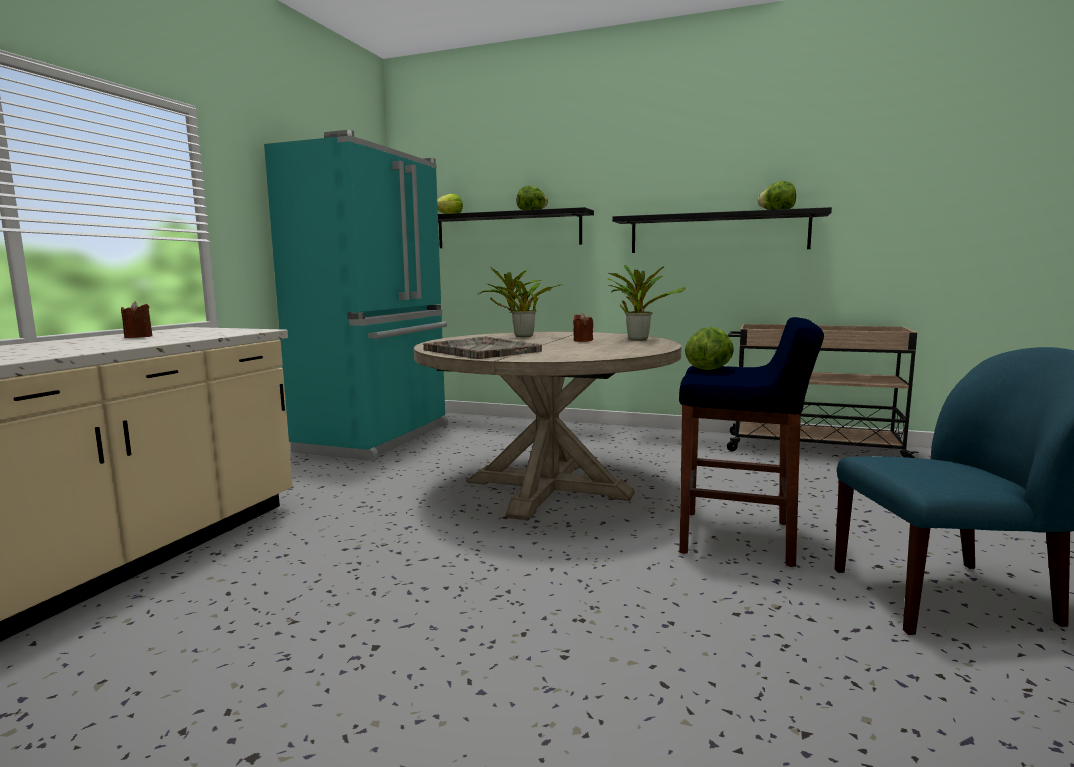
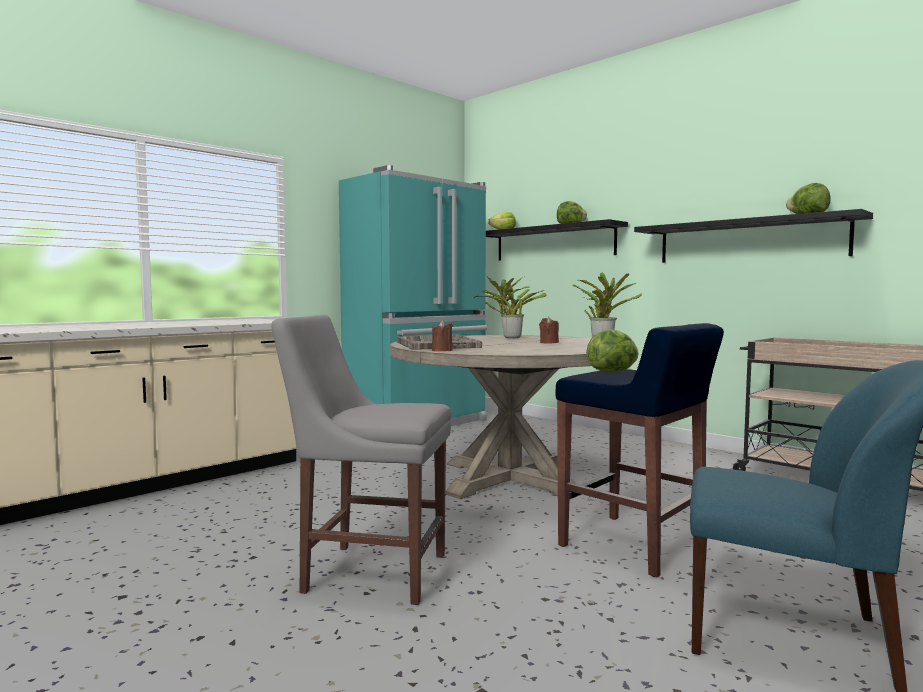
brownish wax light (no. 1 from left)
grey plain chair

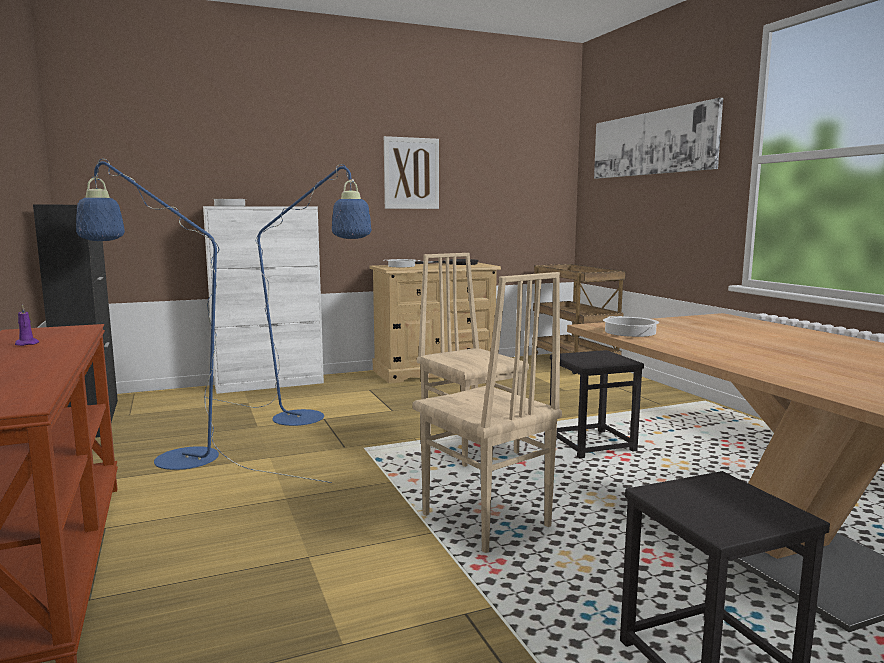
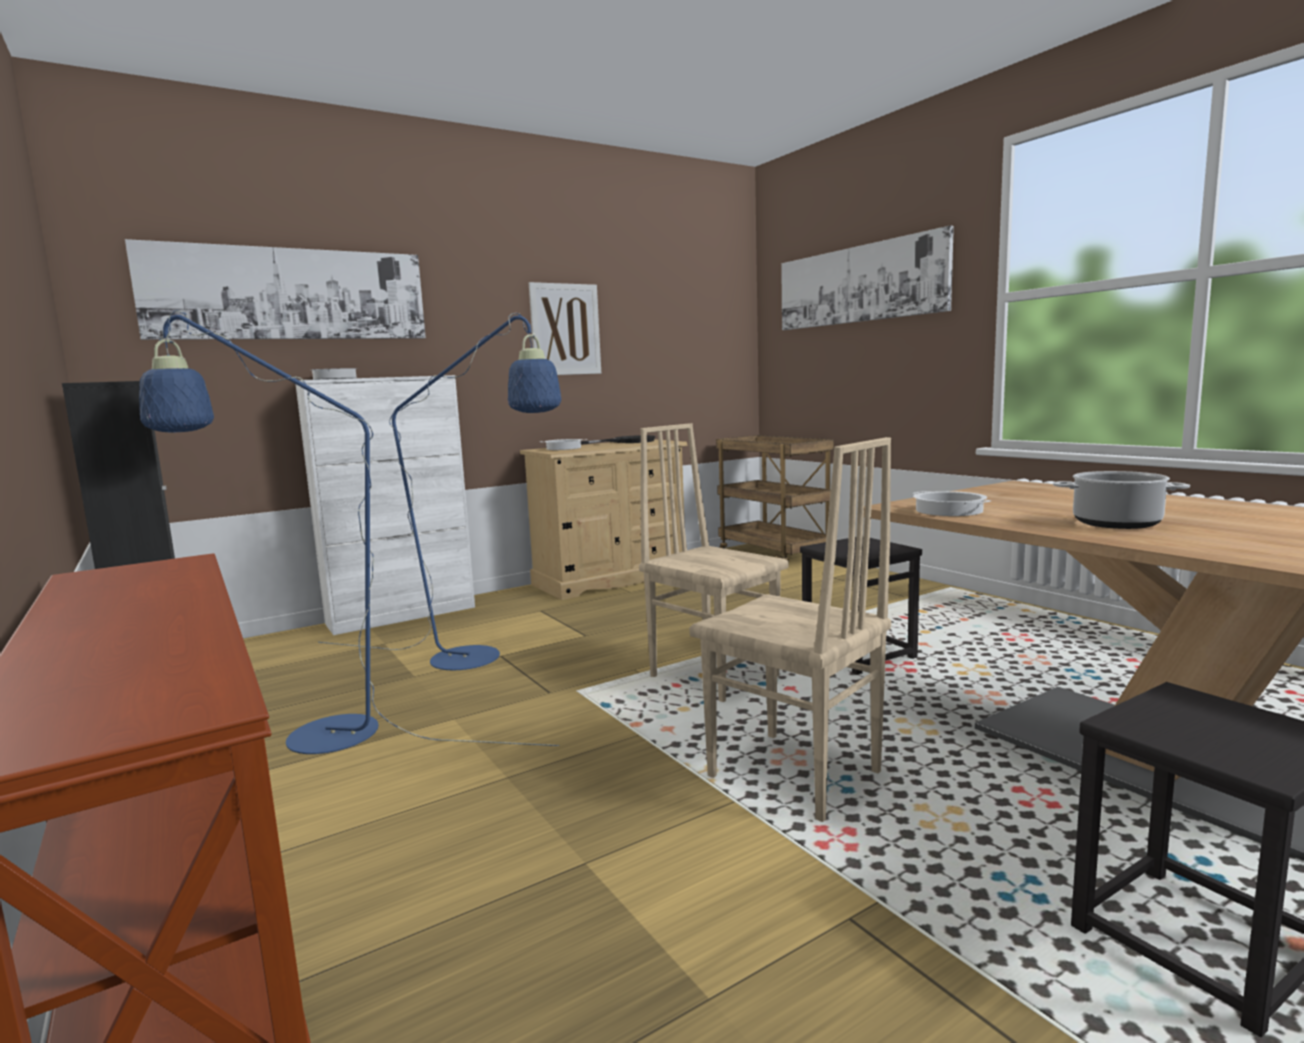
purplish wax light
picture (no. 1 from left)
stockpot (no. 4 from left)

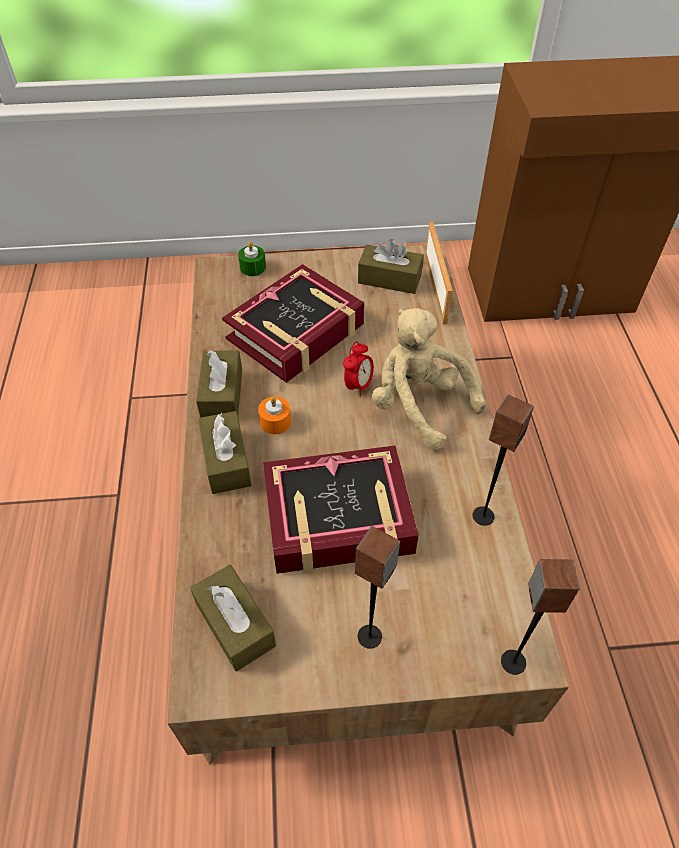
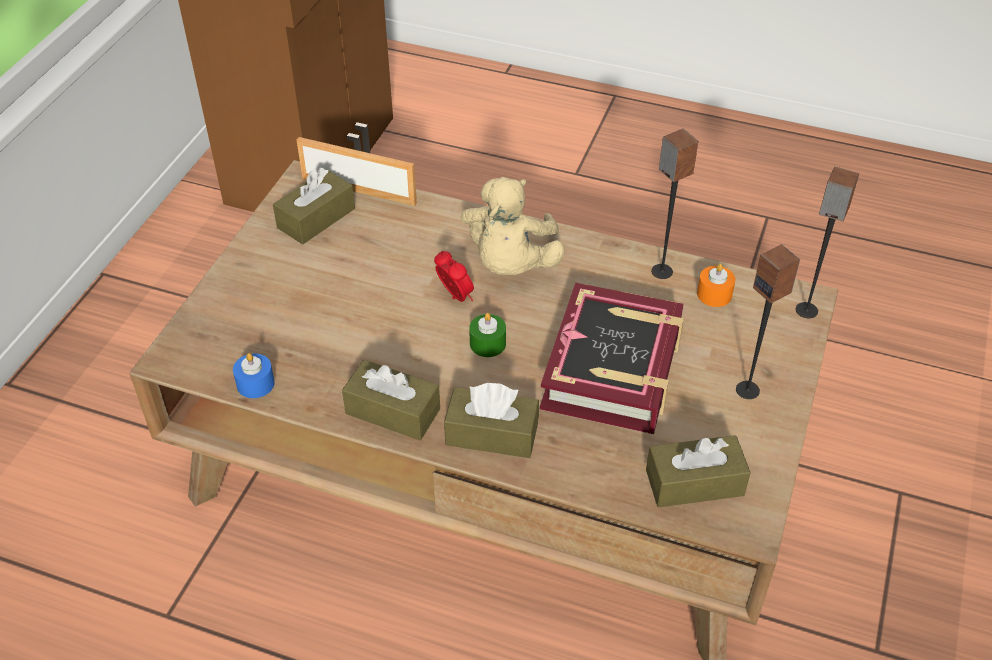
green-coloured wax light
volume (no. 1 from left in the first image)
sand-coloured soft toy
orange wax light
bluish wax light

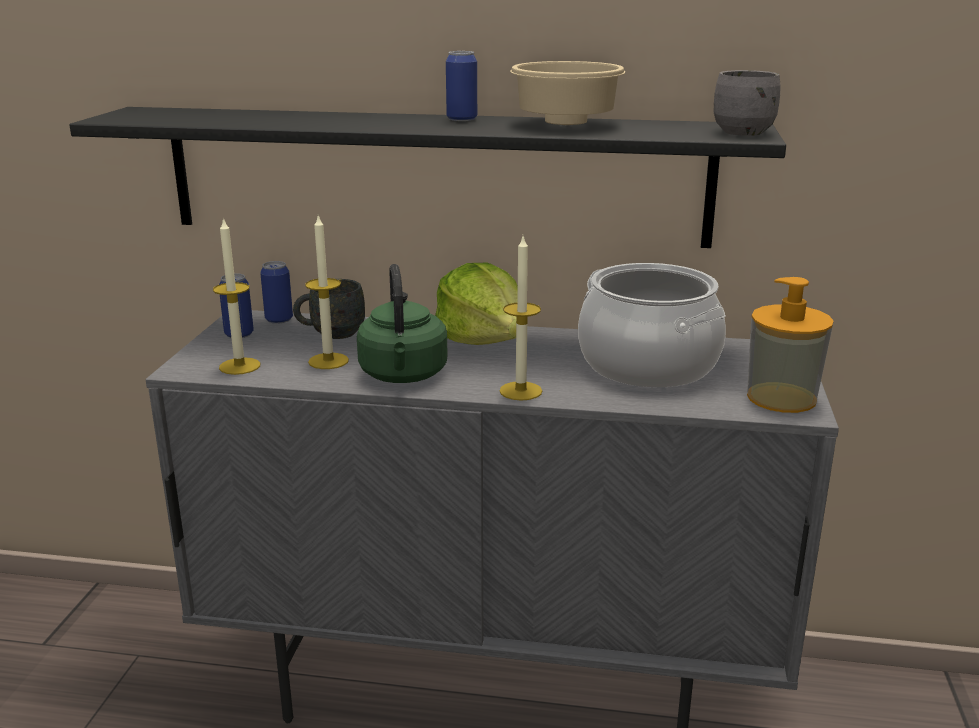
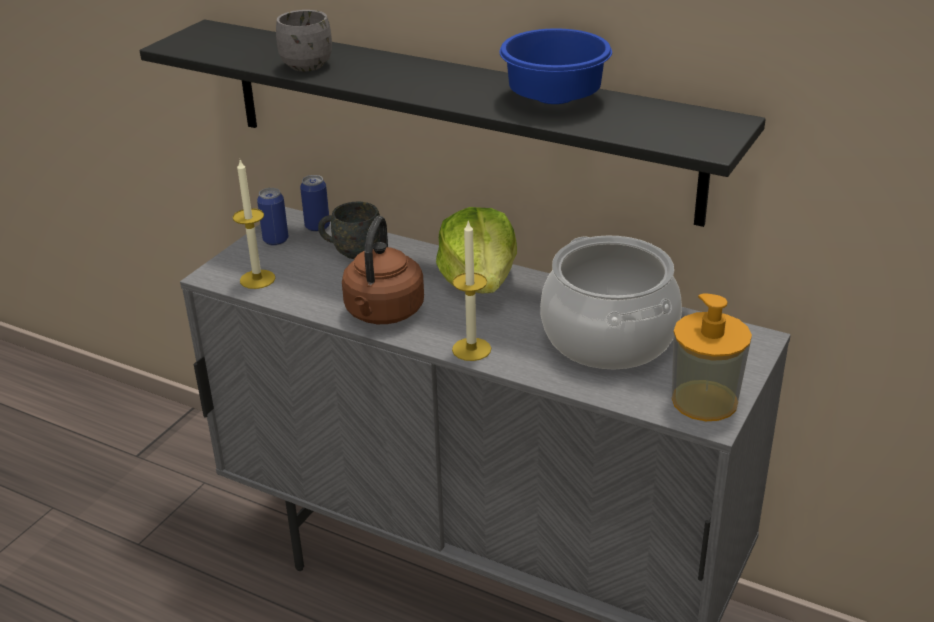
sealed can (no. 3 from left in the first image)
bluish bowl
grey tea mug (no. 1 from left)
wax light (no. 2 from left in the first image)
brownish water kettle

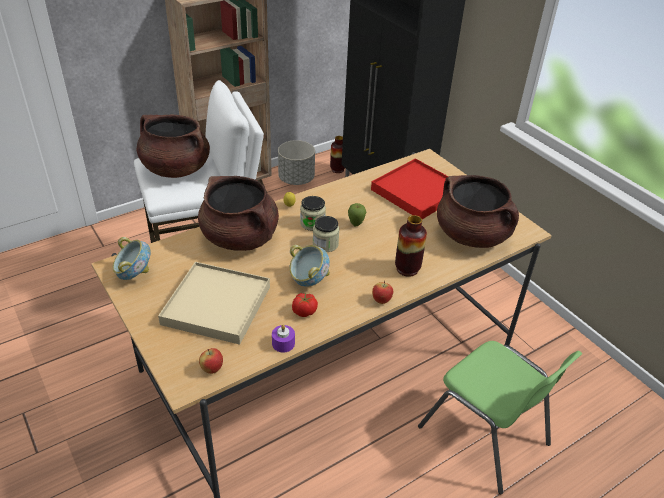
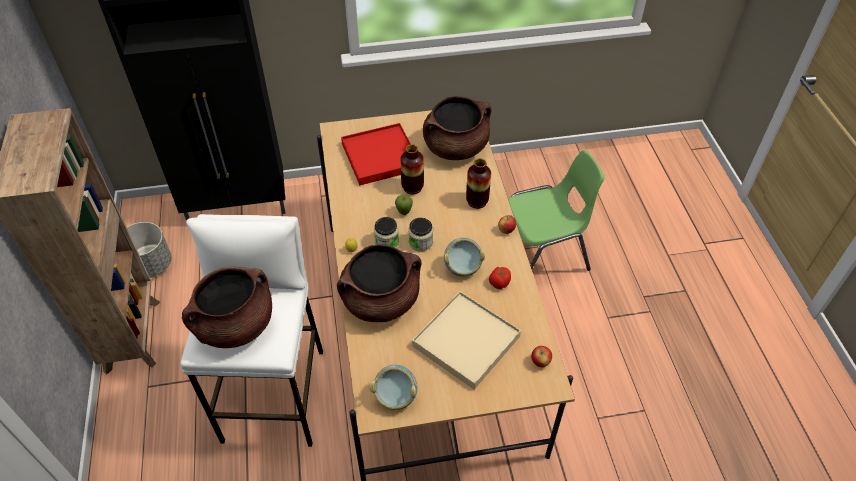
decorative vase (no. 1 from left)
purplish wax light

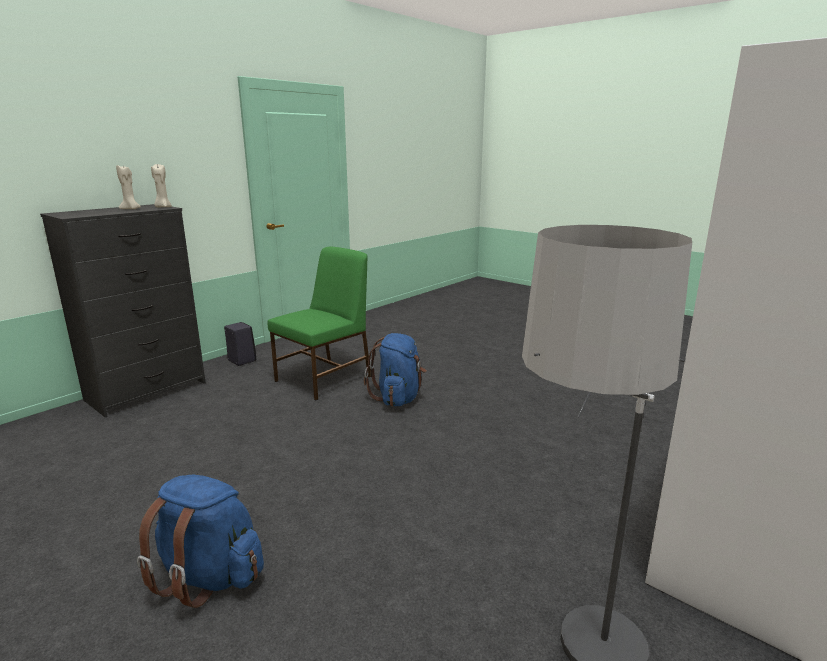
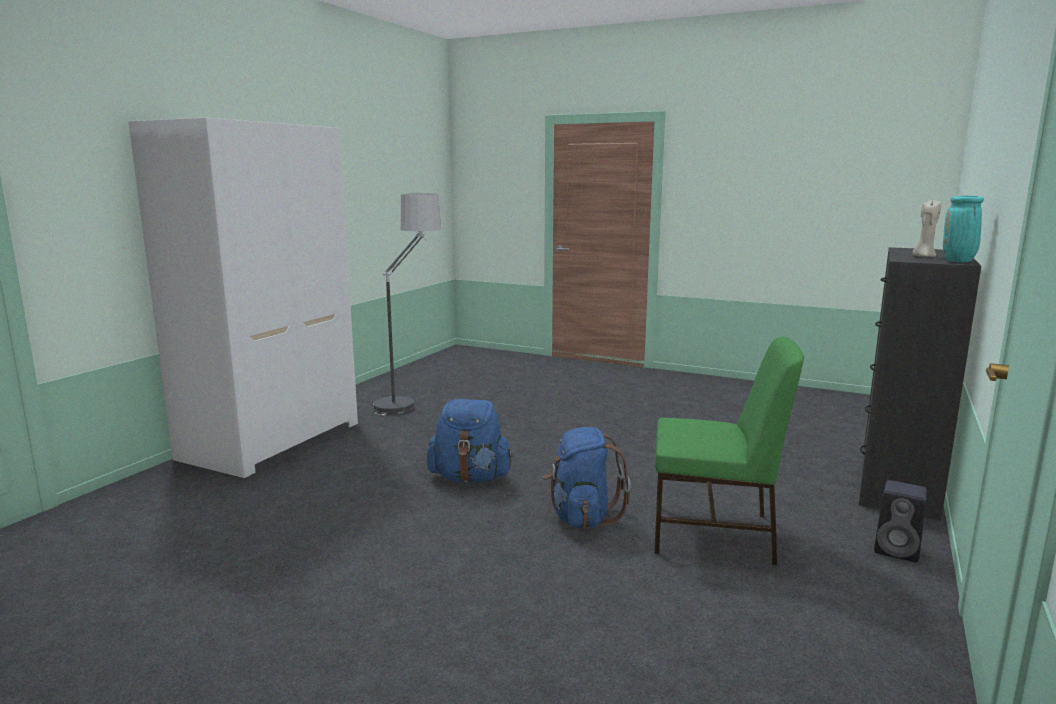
sand-coloured wax light (no. 2 from left in the first image)
green-coloured plain chair
bluish backpack (no. 1 from left)
turquoise decorative vase

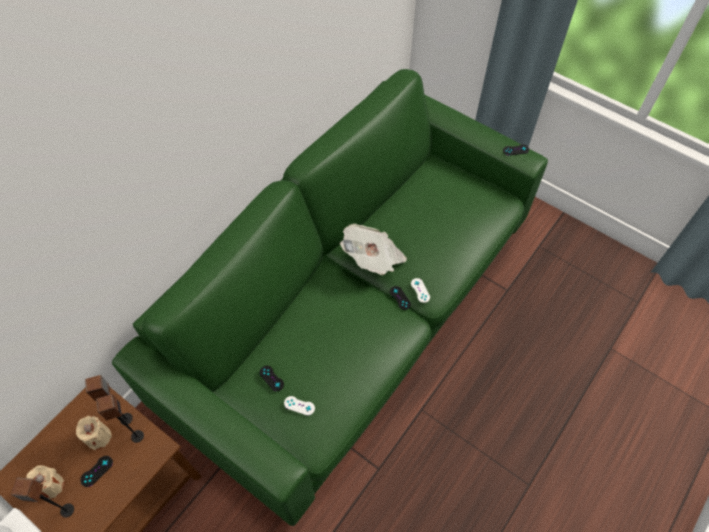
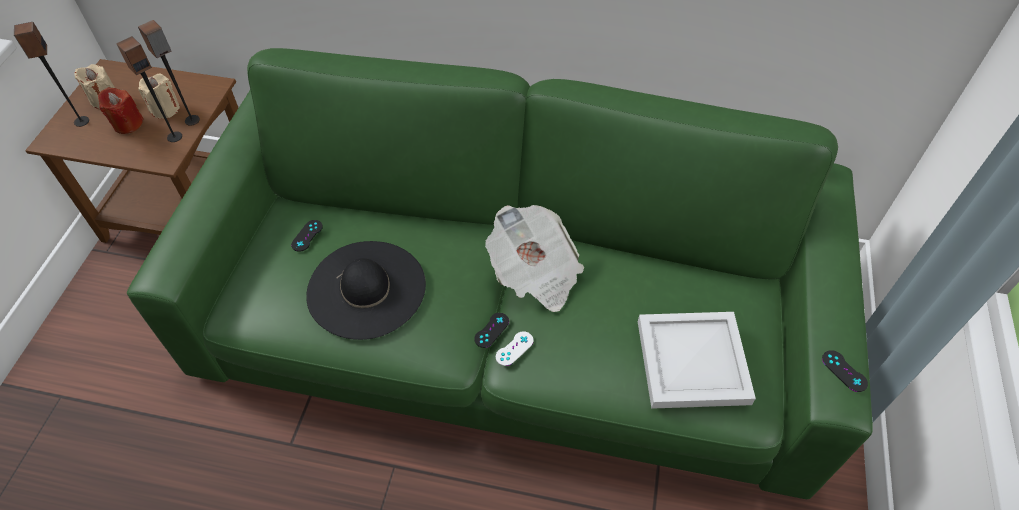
white gamepad (no. 1 from left in the first image)
red-coloured wax light
black wearable hat
white serving tray

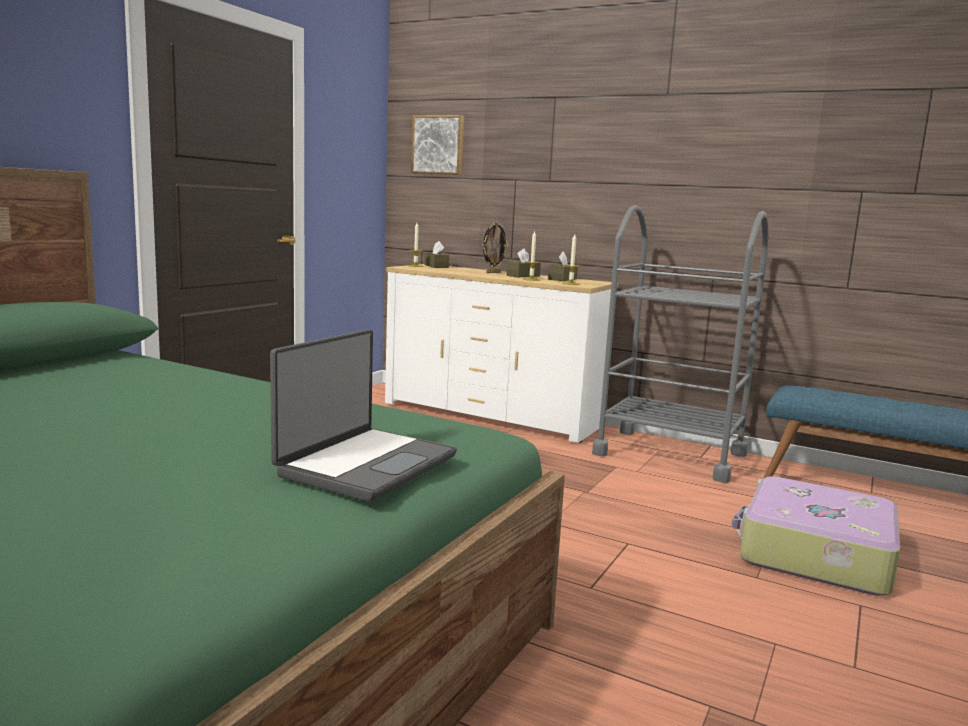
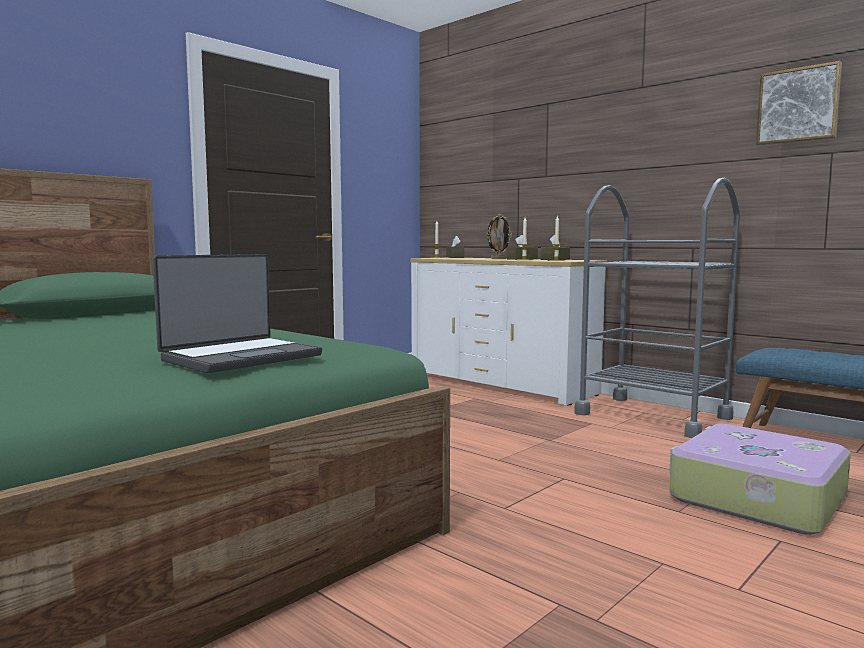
picture

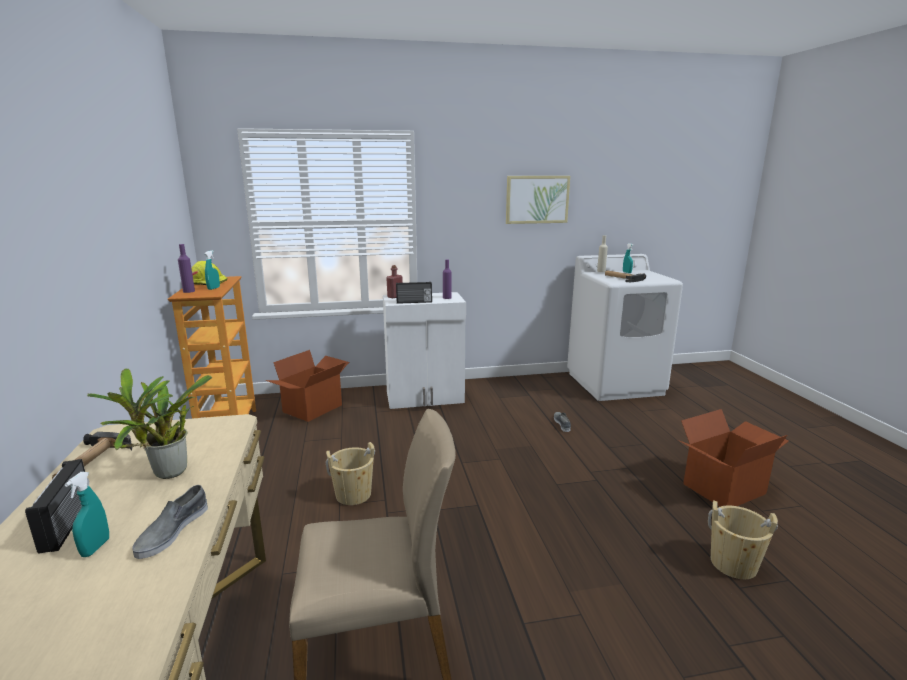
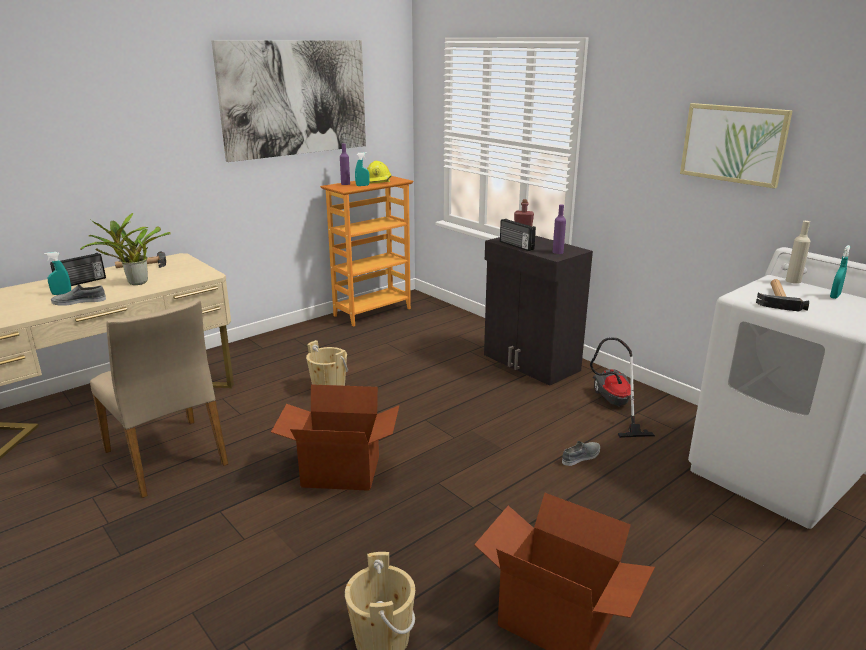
black cupboard
packing box (no. 1 from left)
picture (no. 1 from left)
vacuum

